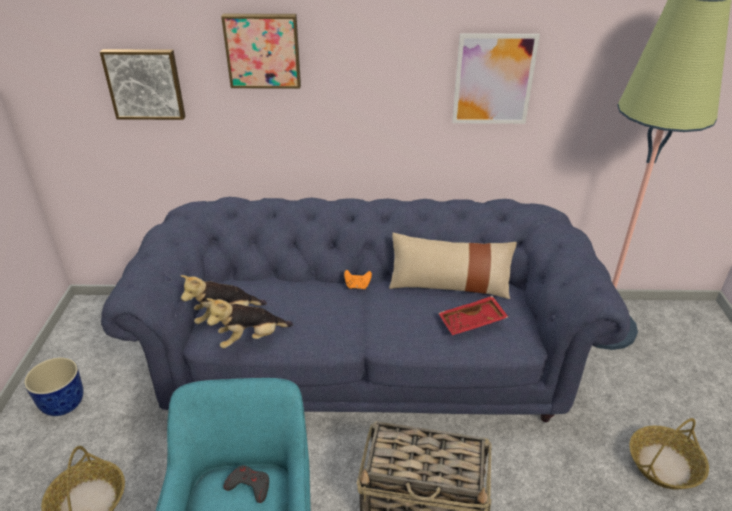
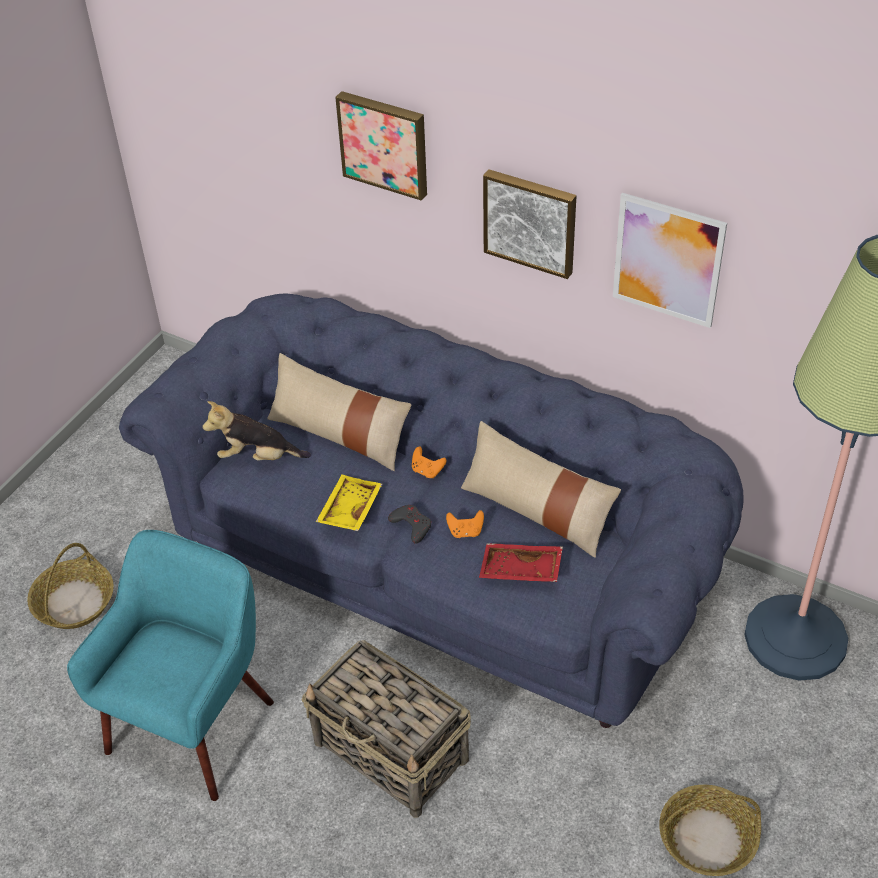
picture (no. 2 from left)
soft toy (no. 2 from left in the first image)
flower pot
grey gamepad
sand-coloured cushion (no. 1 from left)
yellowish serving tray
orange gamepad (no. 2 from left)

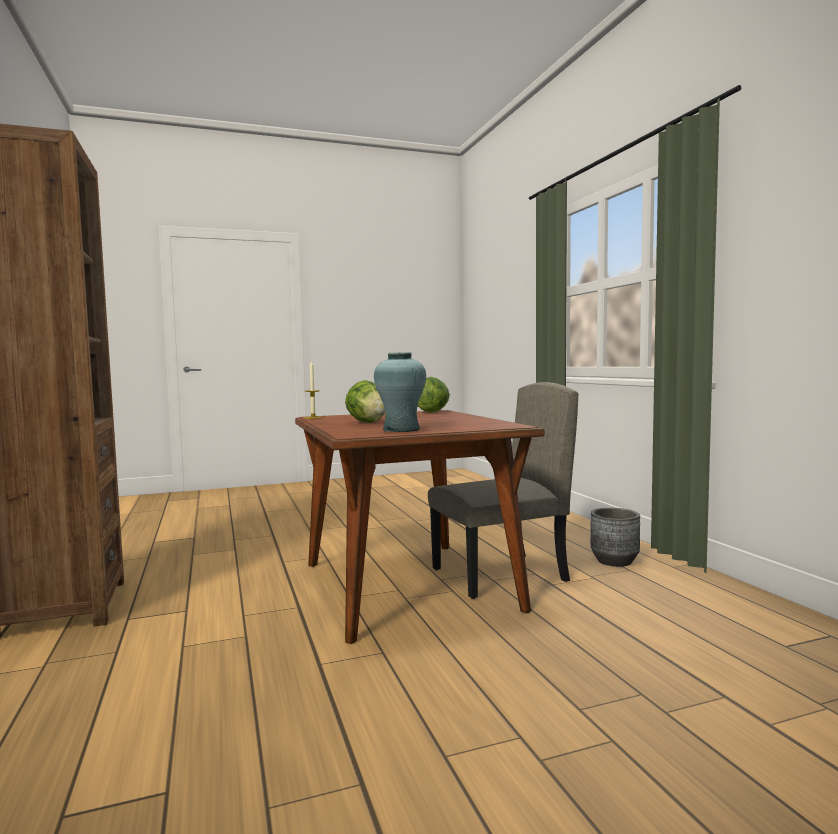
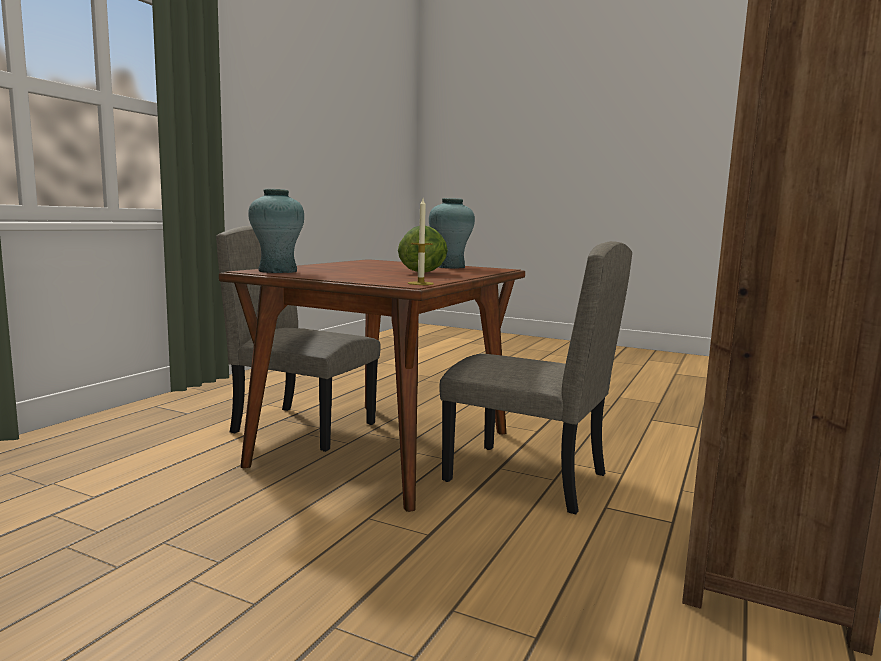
turquoise decorative vase (no. 1 from left)
grey flower pot
sand-coloured plain chair (no. 2 from left)

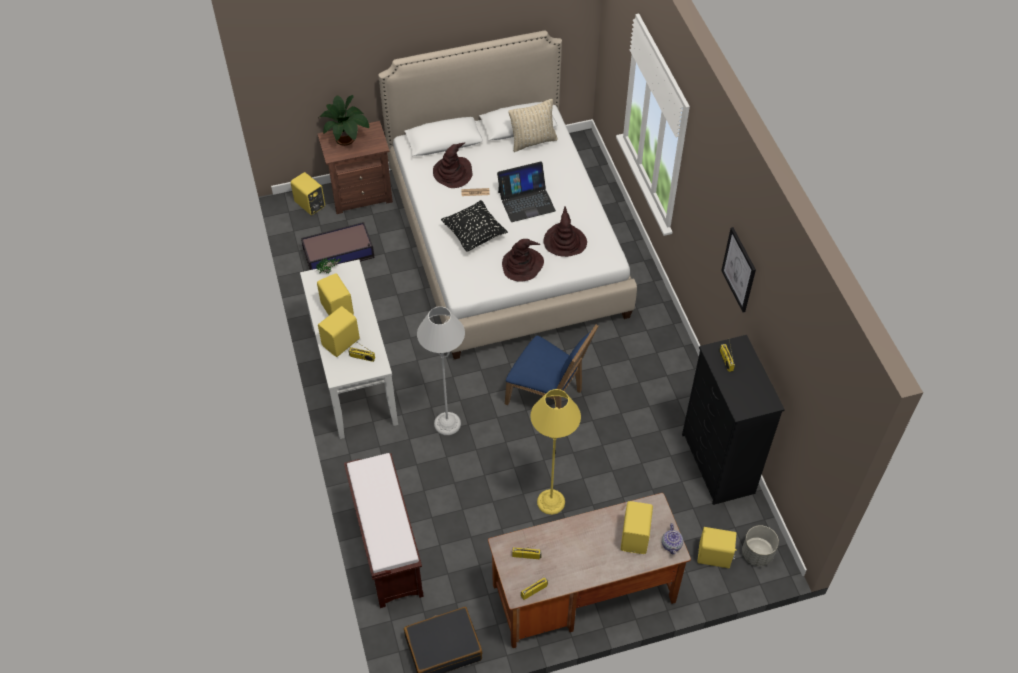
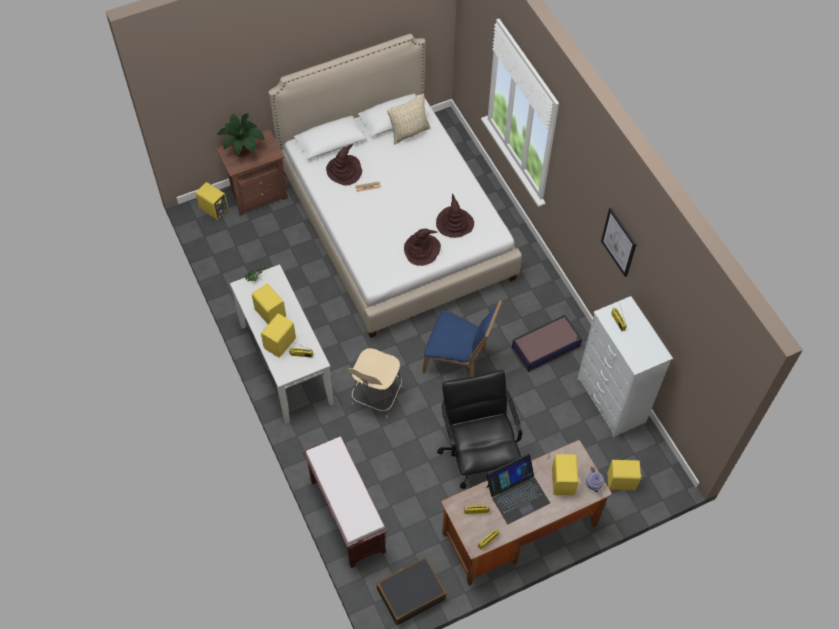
laptop
black cushion
storage box
sand-coloured plain chair
white dresser
black desk chair
grey flower pot

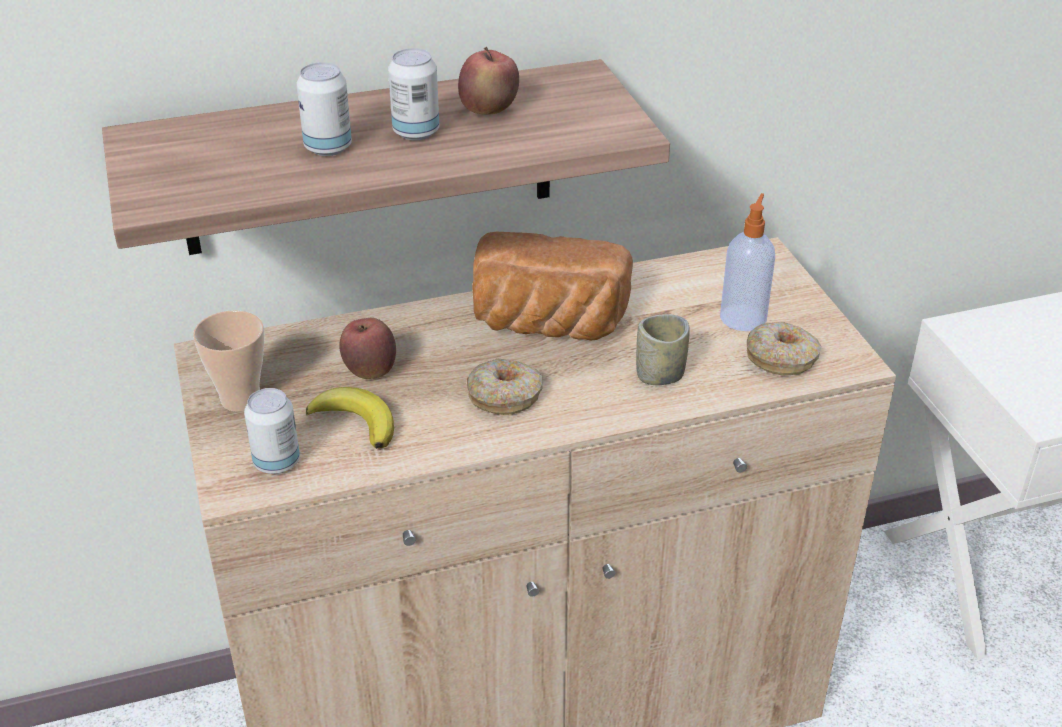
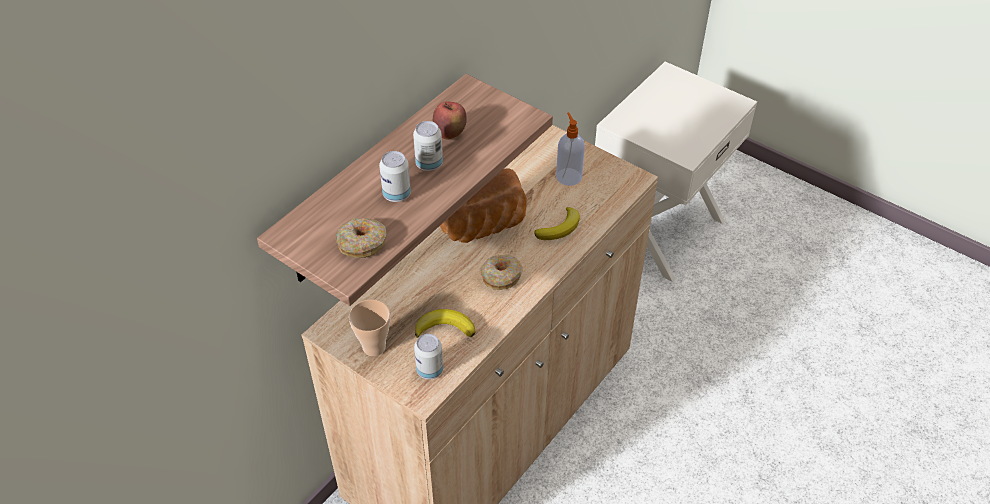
whole banana (no. 2 from left)
apple fruit (no. 1 from left in the first image)
donut (no. 1 from left)

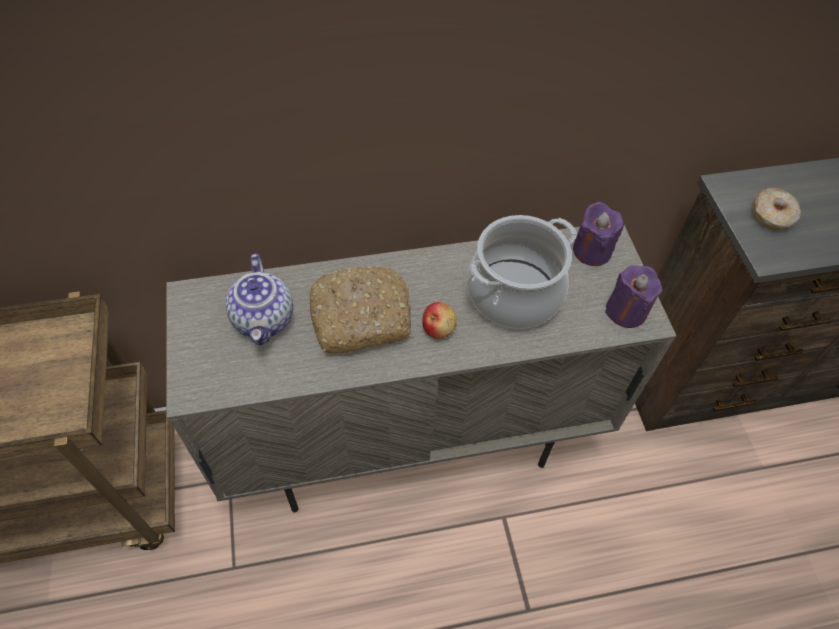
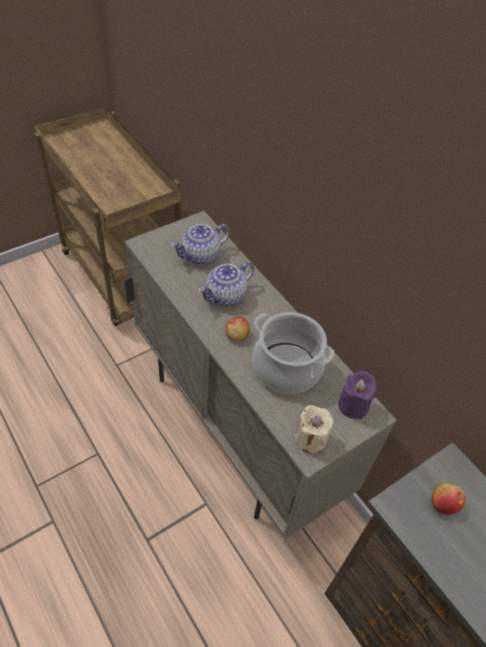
apple fruit (no. 2 from left)
teapot (no. 2 from left)
sand-coloured wax light

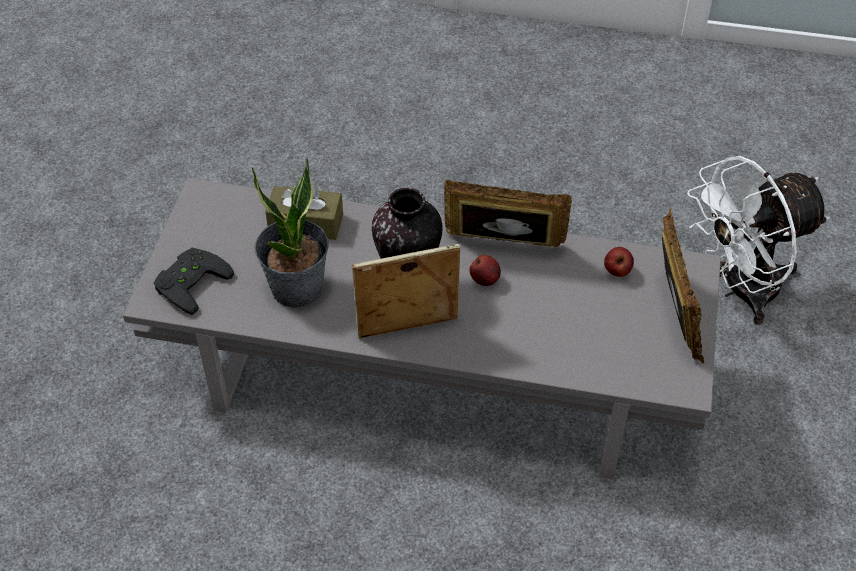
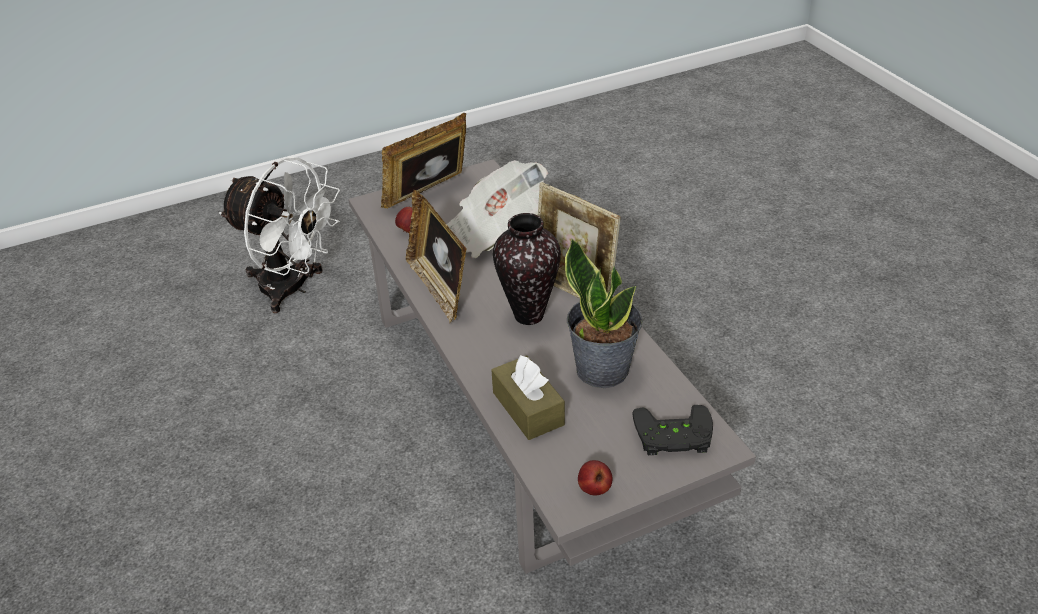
apple fruit (no. 2 from left)
newspaper

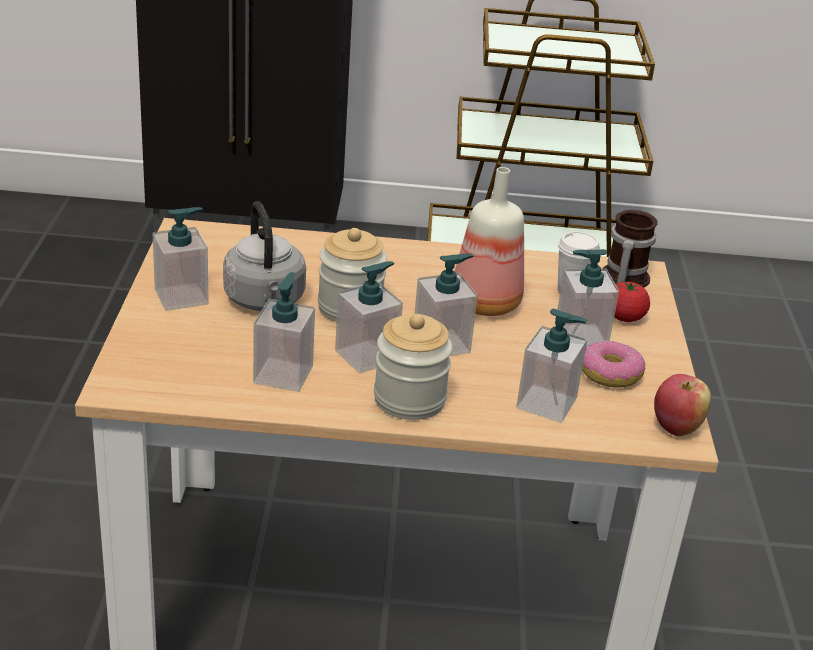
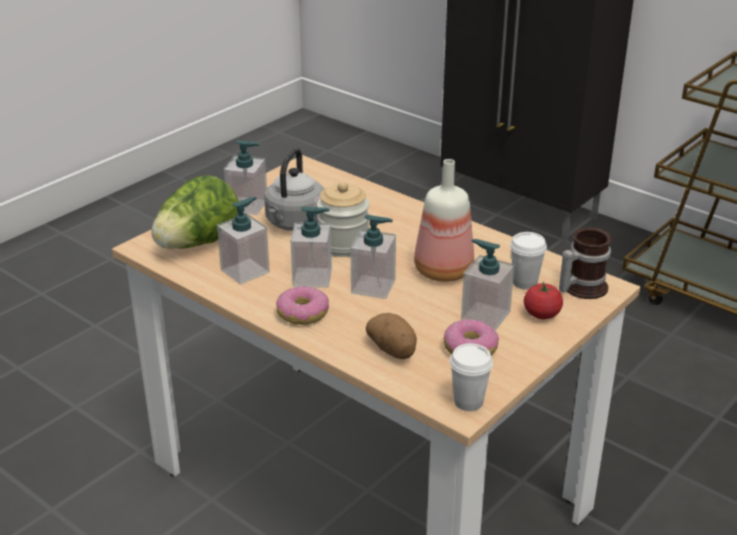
spud
donut (no. 1 from left)
white cup (no. 1 from left)
head of lettuce

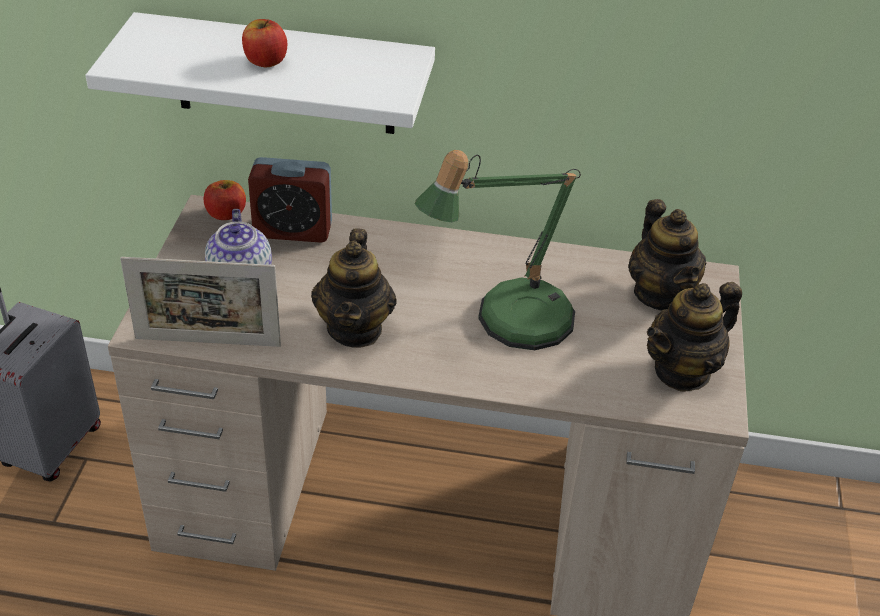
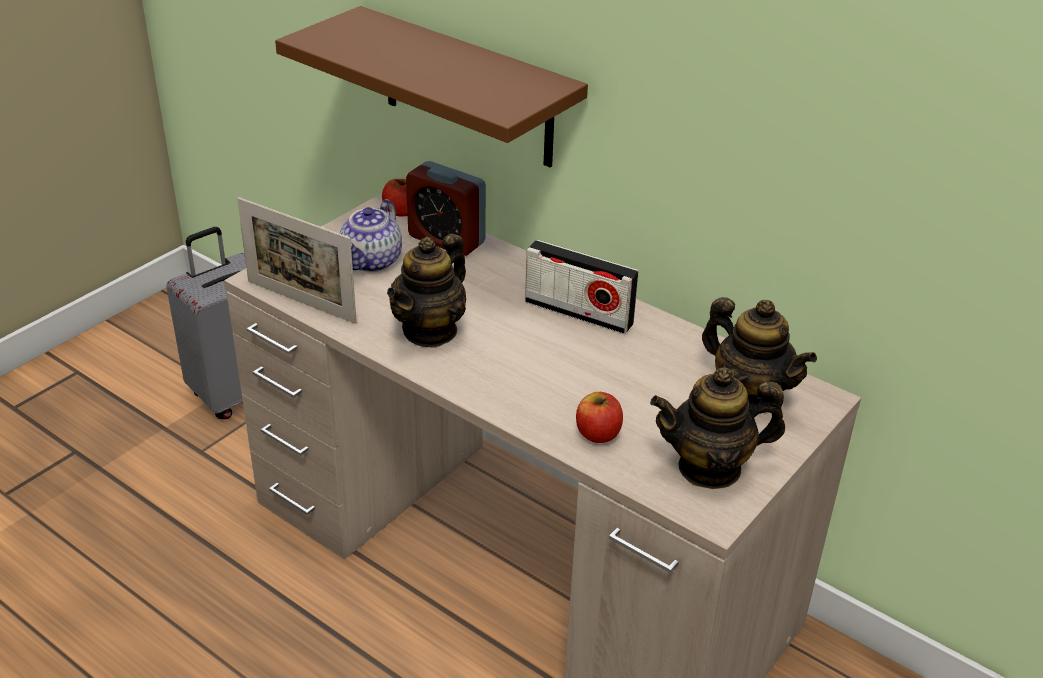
brownish shelf
apple fruit (no. 2 from left)
table lamp
teapot (no. 4 from left)
radio set

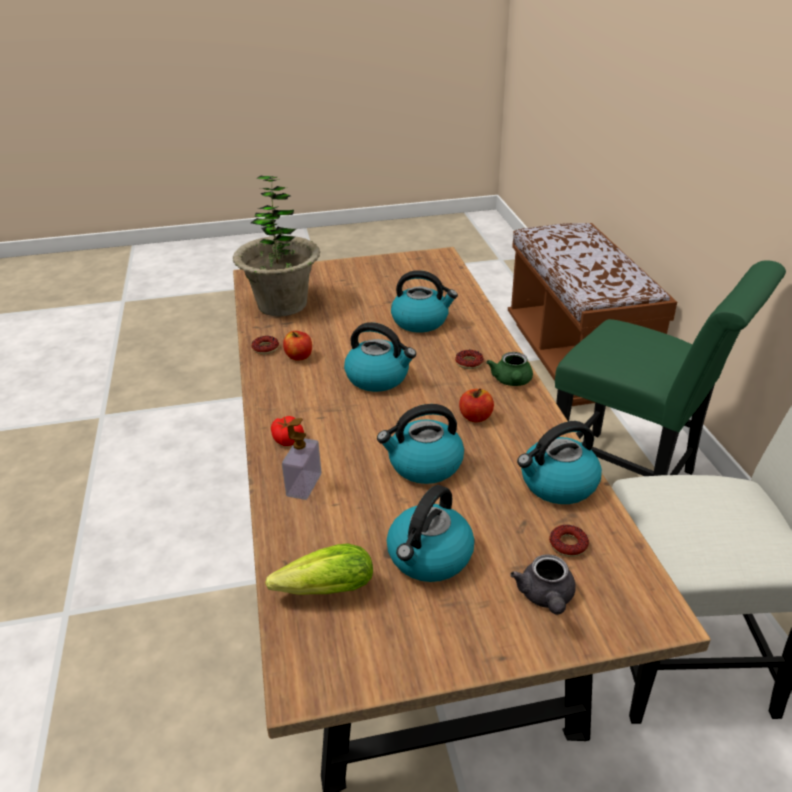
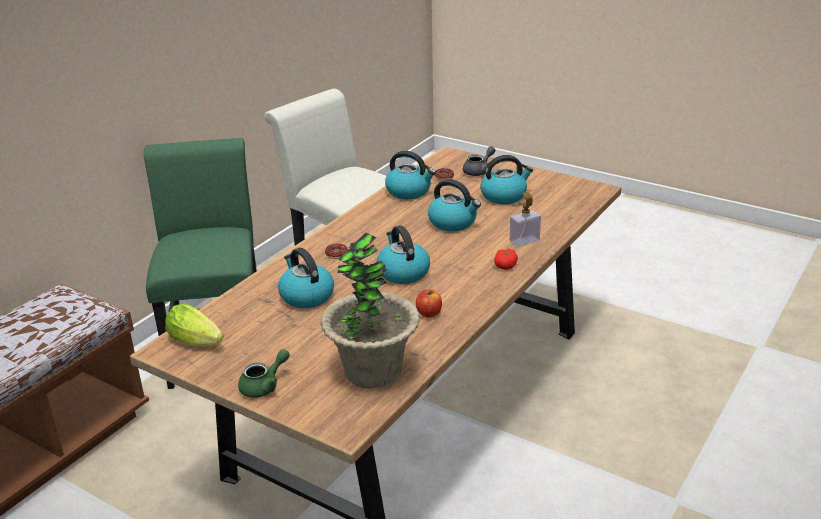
donut (no. 1 from left in the first image)
green-coloured teapot
apple fruit (no. 2 from left in the first image)
head of lettuce

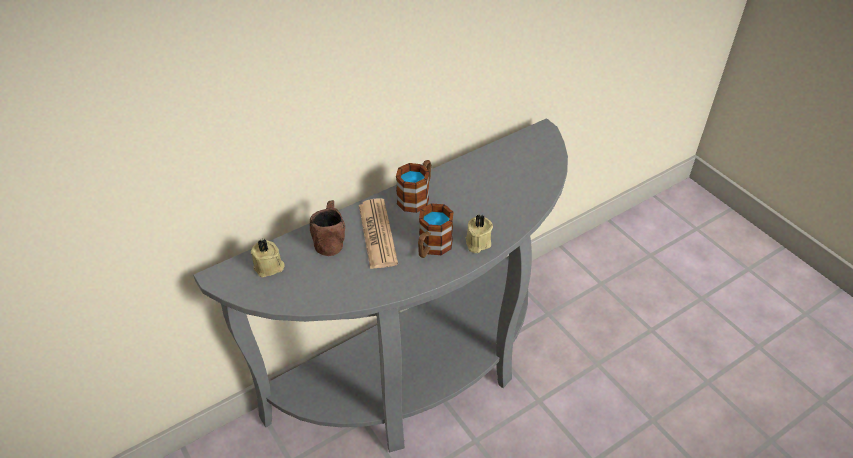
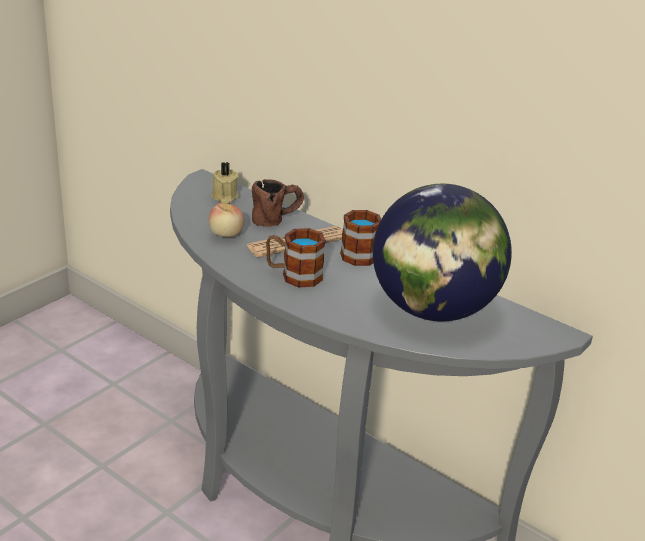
sand-coloured wax light (no. 2 from left in the first image)
globe
apple fruit

